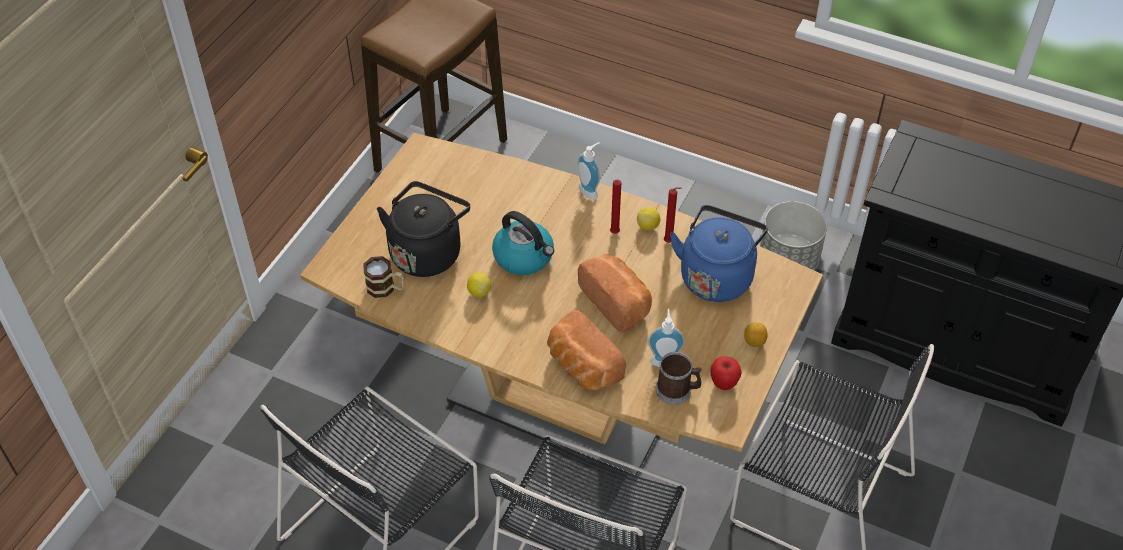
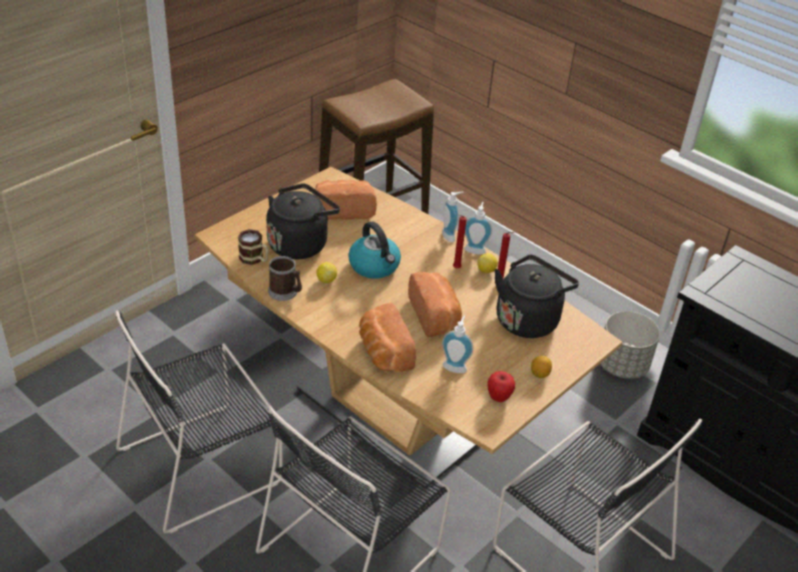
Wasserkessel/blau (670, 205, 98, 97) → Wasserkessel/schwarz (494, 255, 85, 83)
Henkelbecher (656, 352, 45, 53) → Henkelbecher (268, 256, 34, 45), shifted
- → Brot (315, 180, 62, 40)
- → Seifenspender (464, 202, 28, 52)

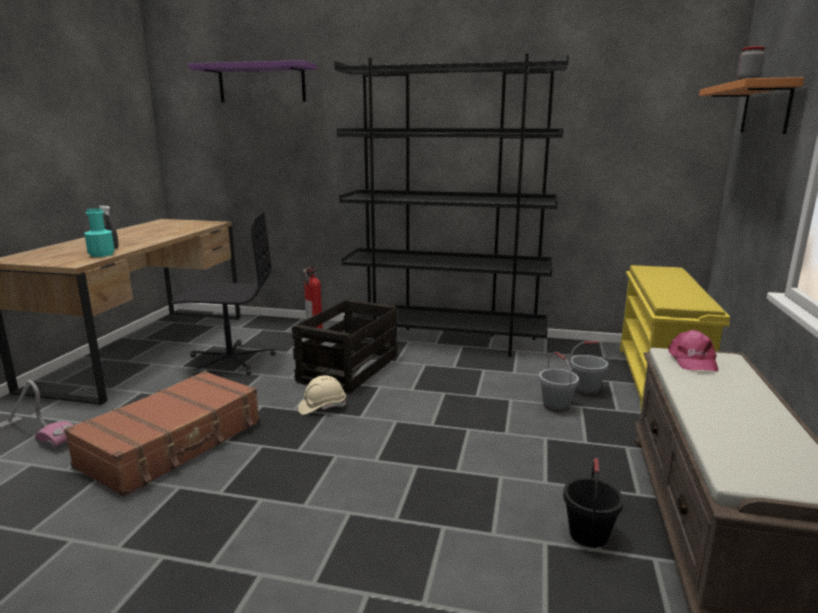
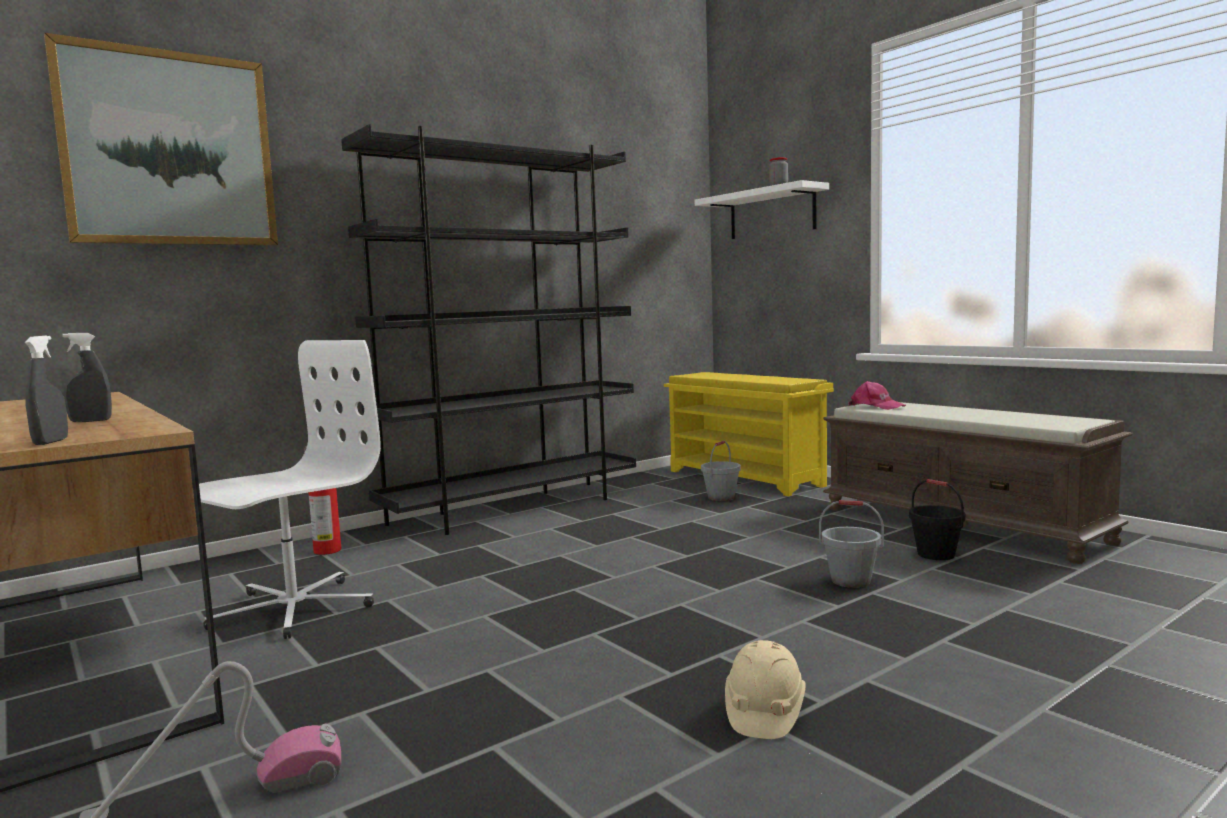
Wandregal/lila (188, 60, 129, 42) → Bild (44, 33, 234, 213)
Wandregal/orange (699, 77, 105, 57) → Wandregal/weiß (695, 180, 134, 59)
Flasche/türkis (84, 208, 31, 49) → -
Bürostuhl/schwarz (171, 211, 104, 165) → Bürostuhl/weiß (199, 340, 182, 299)
Kiste (292, 299, 105, 95) → -
Eimer/grau (539, 352, 40, 60) → Eimer/grau (819, 500, 65, 88), shifted
Koffer/braun (64, 371, 196, 126) → -
Schutzhelm/beige (298, 375, 48, 40) → Schutzhelm/beige (725, 640, 81, 99), shifted
- → Sprühflasche/grau (25, 335, 43, 110)

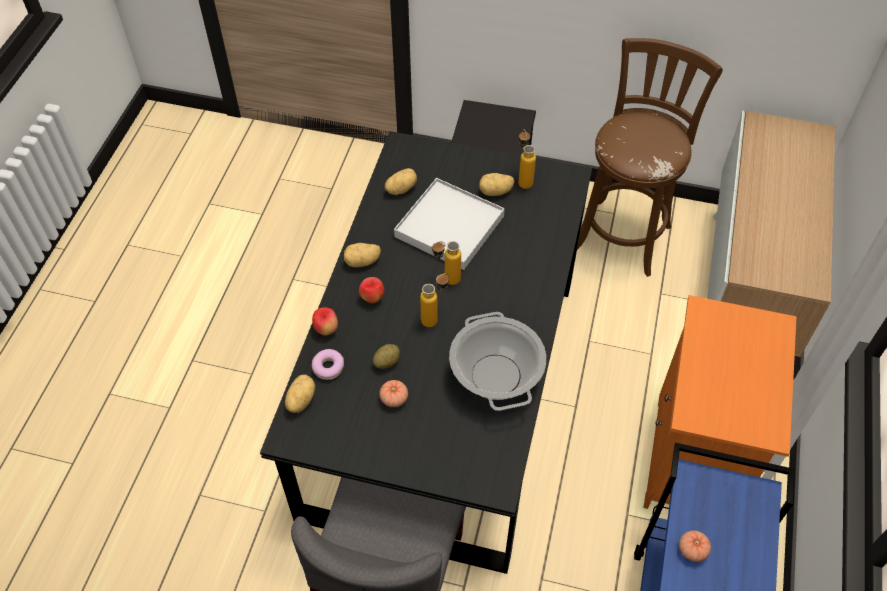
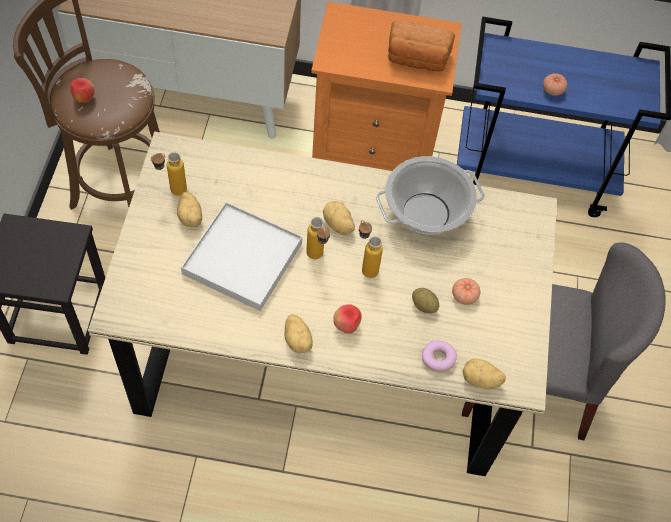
Esstisch/schwarz (260, 131, 332, 443) → Esstisch/beige (88, 132, 469, 344)
Kartoffel (385, 168, 32, 27) → Kartoffel (323, 201, 32, 34), shifted
Apfel (312, 307, 26, 28) → Apfel (70, 78, 25, 25), shifted
- → Brot (388, 20, 67, 52)

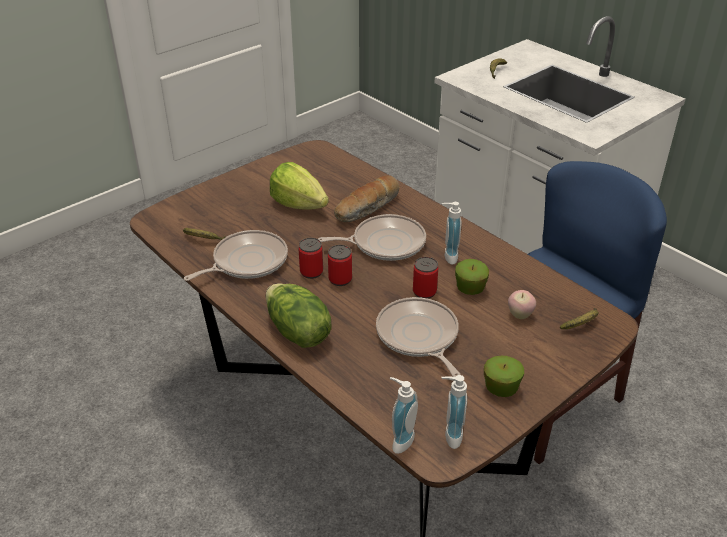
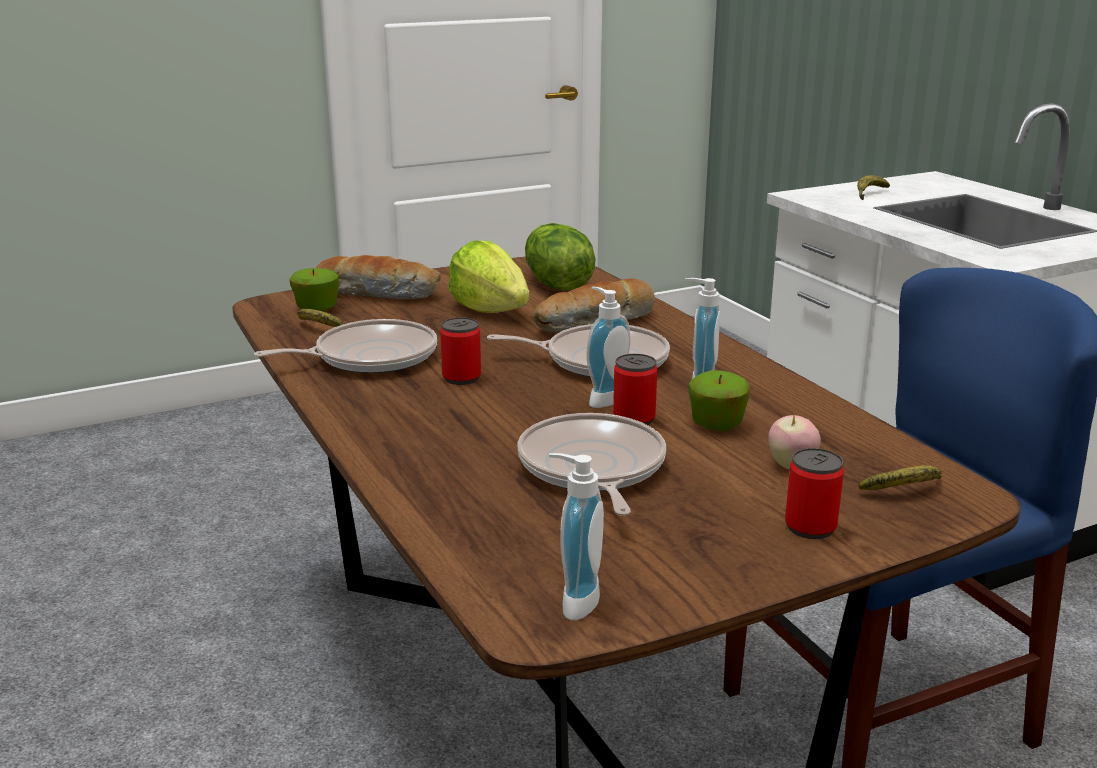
Dose (328, 245, 24, 41) → Dose (785, 448, 59, 91), shifted
Salatkopf (266, 283, 65, 65) → Salatkopf (525, 223, 70, 67), shifted
Apfel (484, 356, 40, 41) → Apfel (289, 268, 50, 44), shifted
Seifenspender (390, 377, 28, 77) → Seifenspender (587, 287, 44, 121), shifted
- → Brot (316, 255, 125, 44)

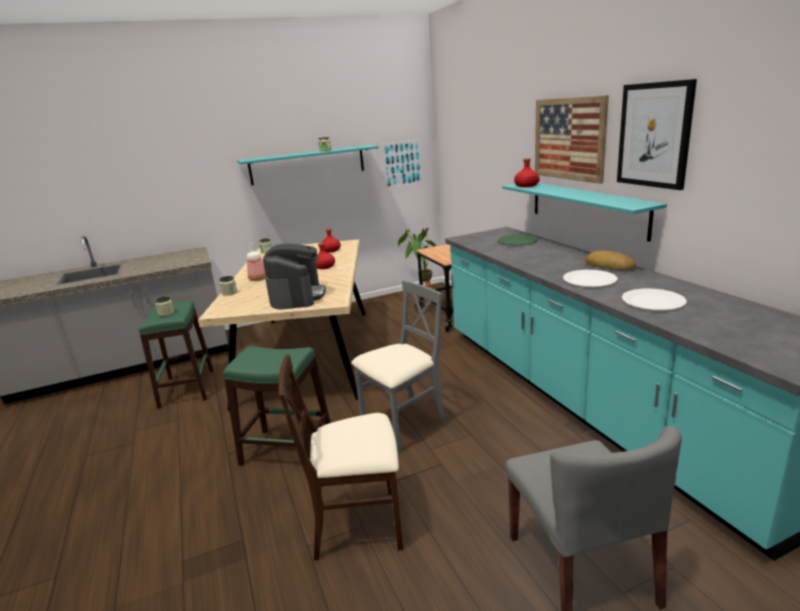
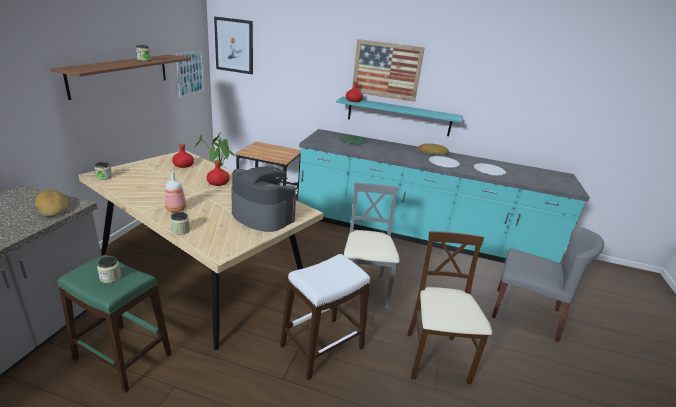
Bild (617, 79, 80, 111) → Bild (214, 17, 39, 57), shifted
Wandregal/türkis (237, 145, 142, 40) → Wandregal/braun (51, 54, 140, 46)
Hocker/grün (223, 346, 108, 120) → Hocker/weiß (280, 254, 90, 126)
Stuhl/beige (278, 354, 125, 207) → Stuhl/beige (408, 231, 84, 154), 150 degrees clockwise
- → Brot (35, 190, 33, 26)

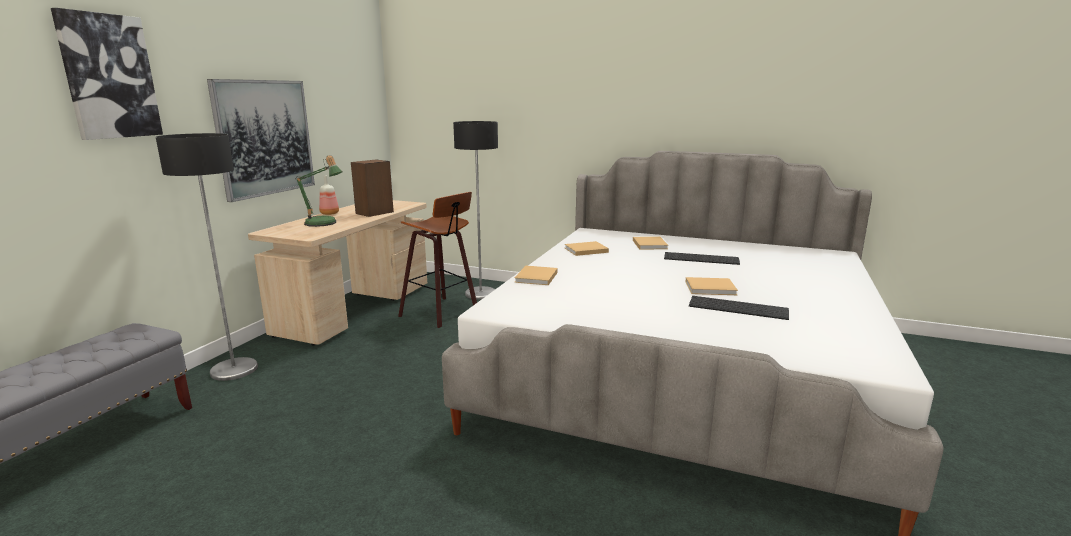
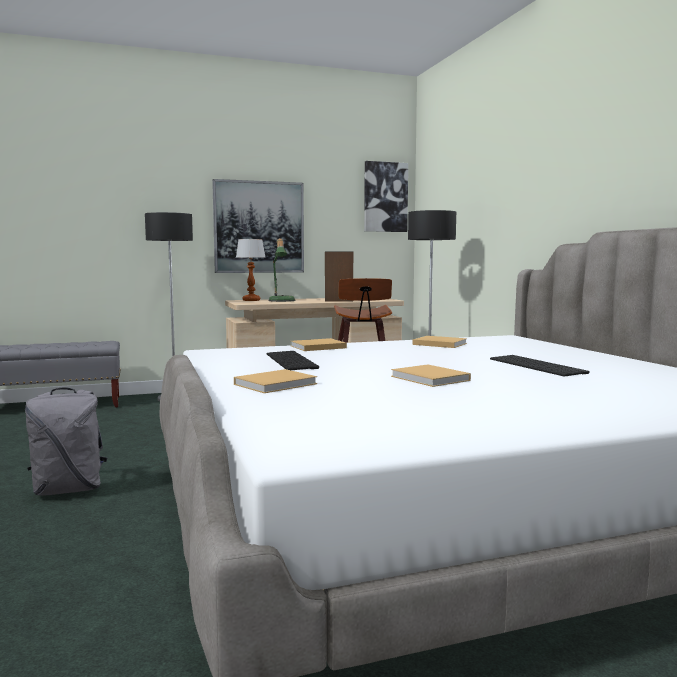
Bild (51, 8, 112, 132) → Bild (364, 161, 44, 71), shifted
Flasche (319, 176, 20, 39) → -
Buch/beige (633, 236, 35, 13) → Buch/beige (234, 369, 83, 24), shifted
Tastatur (689, 296, 100, 24) → Tastatur (267, 351, 52, 19), shifted
- → Tischlampe (236, 239, 29, 62)
- → Rucksack/grau (25, 388, 82, 108)

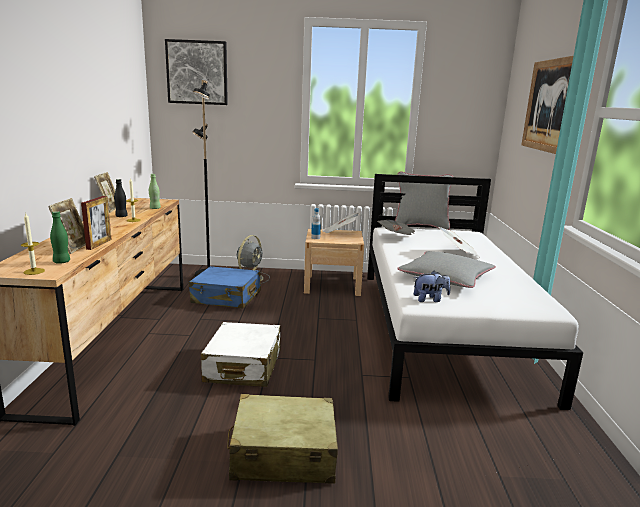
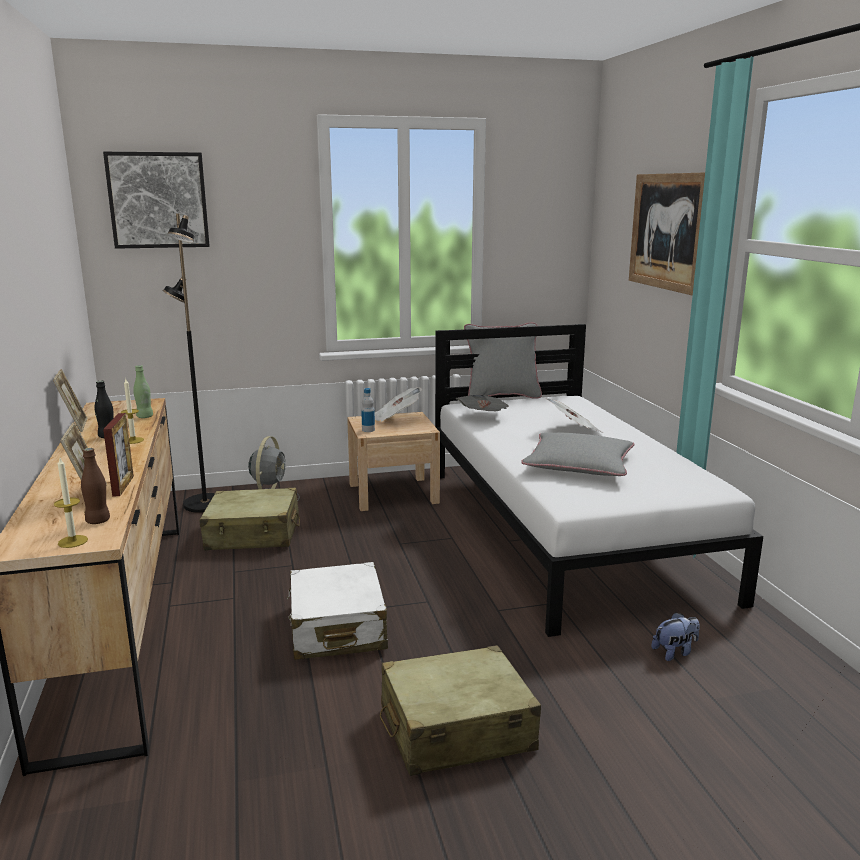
Flasche/grün (50, 211, 20, 53) → Flasche/braun (81, 448, 29, 76)
Koffer/blau (189, 266, 72, 43) → Koffer/beige (199, 488, 101, 62)
Plüschtier (413, 271, 38, 31) → Plüschtier (651, 612, 49, 49), shifted

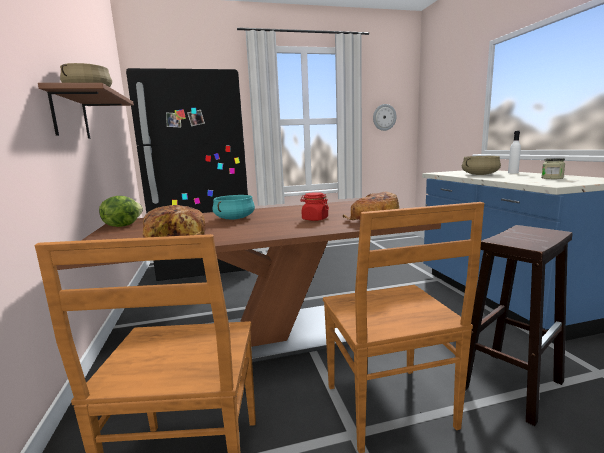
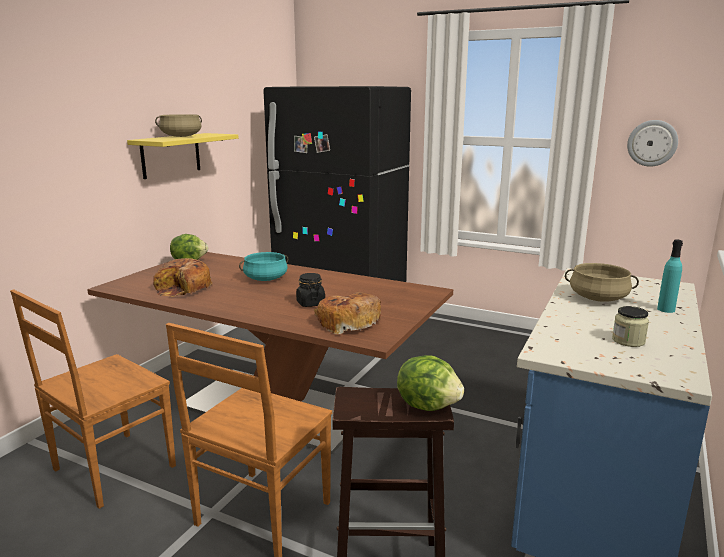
Wandregal/braun (38, 83, 96, 56) → Wandregal/gelb (127, 133, 111, 46)
Flasche/weiß (508, 131, 13, 42) → Flasche/türkis (657, 240, 26, 73)
Vorratsglas/rot (300, 192, 29, 29) → Vorratsglas/schwarz (296, 273, 29, 34)
- → Salatkopf (397, 355, 67, 56)

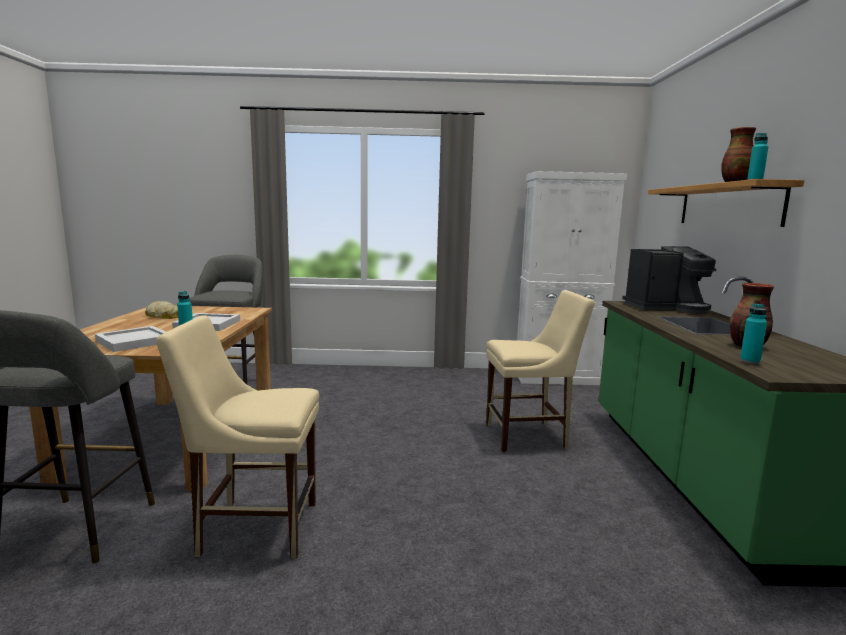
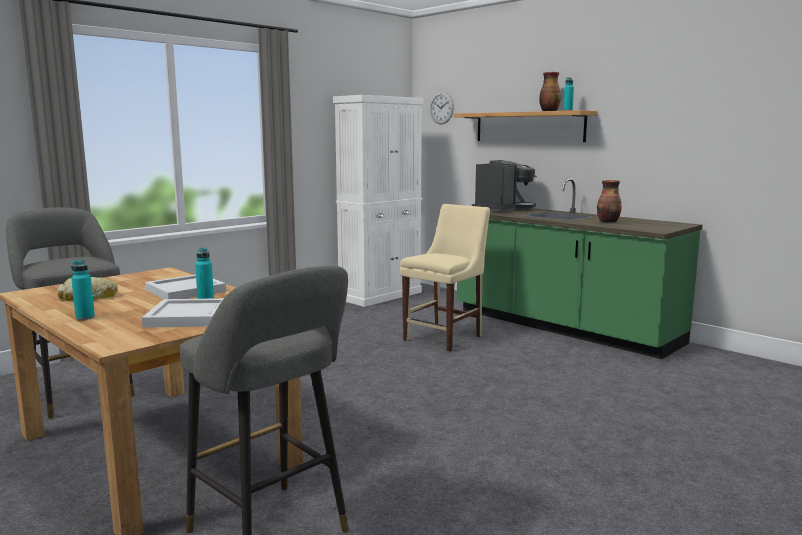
Flasche/türkis (740, 304, 27, 60) → Flasche/türkis (71, 260, 24, 60), shifted
Stuhl/beige (156, 315, 163, 244) → -
- → Wanduhr (430, 92, 24, 32)

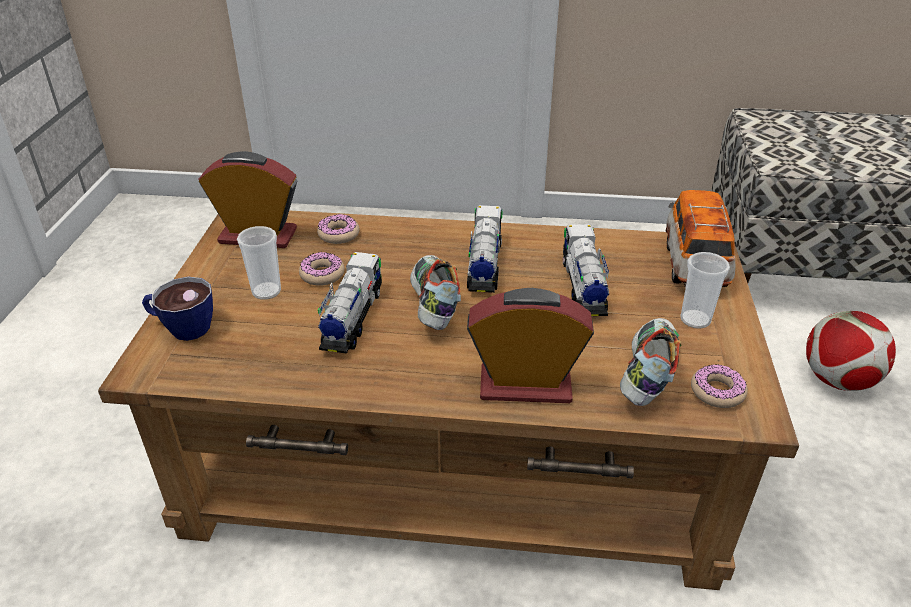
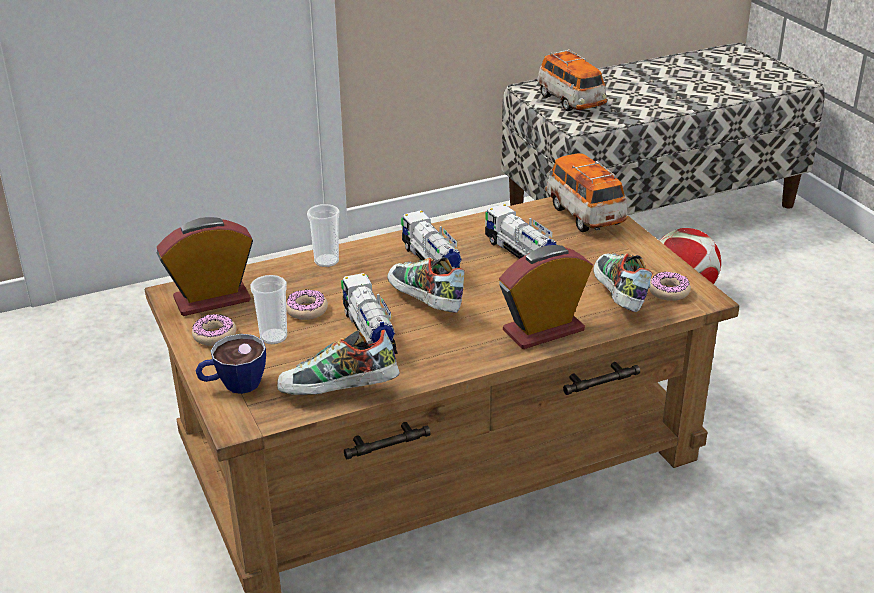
Donut (317, 214, 42, 30) → Donut (192, 314, 44, 32), shifted
Tasse (680, 252, 50, 77) → Tasse (307, 204, 33, 63), shifted
- → Spielzeugauto (537, 49, 70, 62)
- → Schuh (277, 329, 123, 66)

